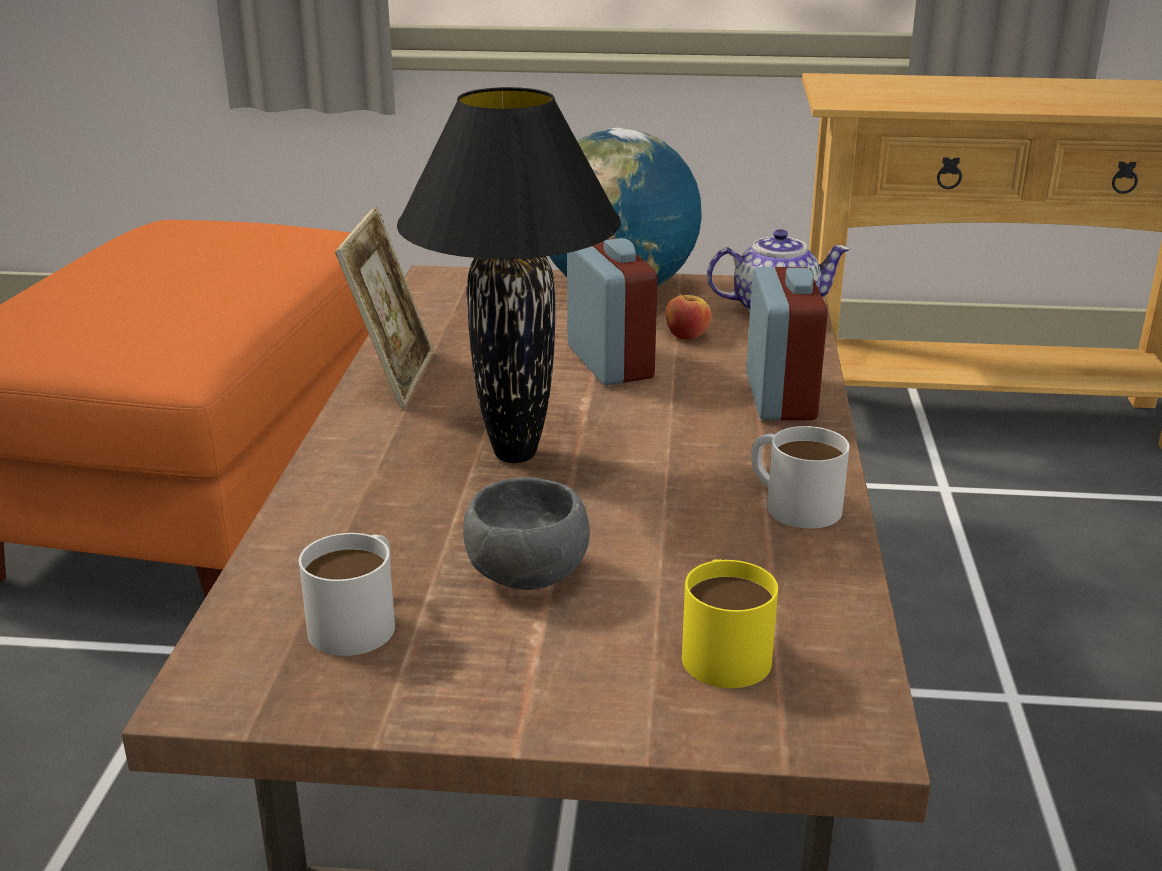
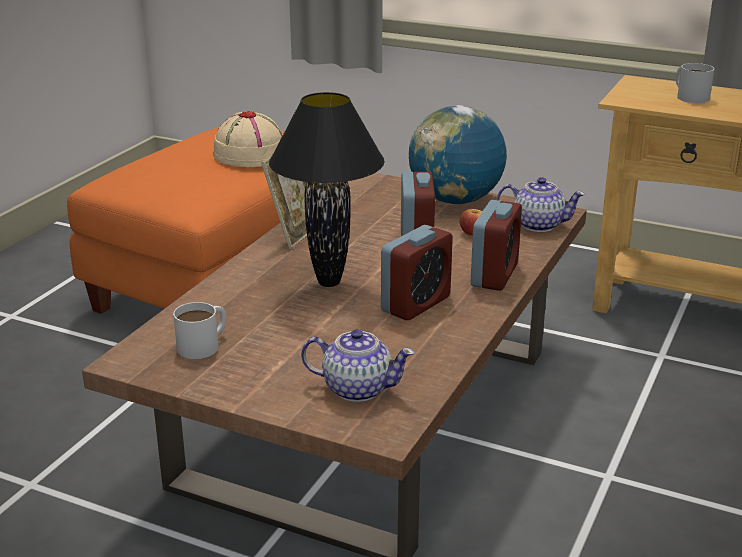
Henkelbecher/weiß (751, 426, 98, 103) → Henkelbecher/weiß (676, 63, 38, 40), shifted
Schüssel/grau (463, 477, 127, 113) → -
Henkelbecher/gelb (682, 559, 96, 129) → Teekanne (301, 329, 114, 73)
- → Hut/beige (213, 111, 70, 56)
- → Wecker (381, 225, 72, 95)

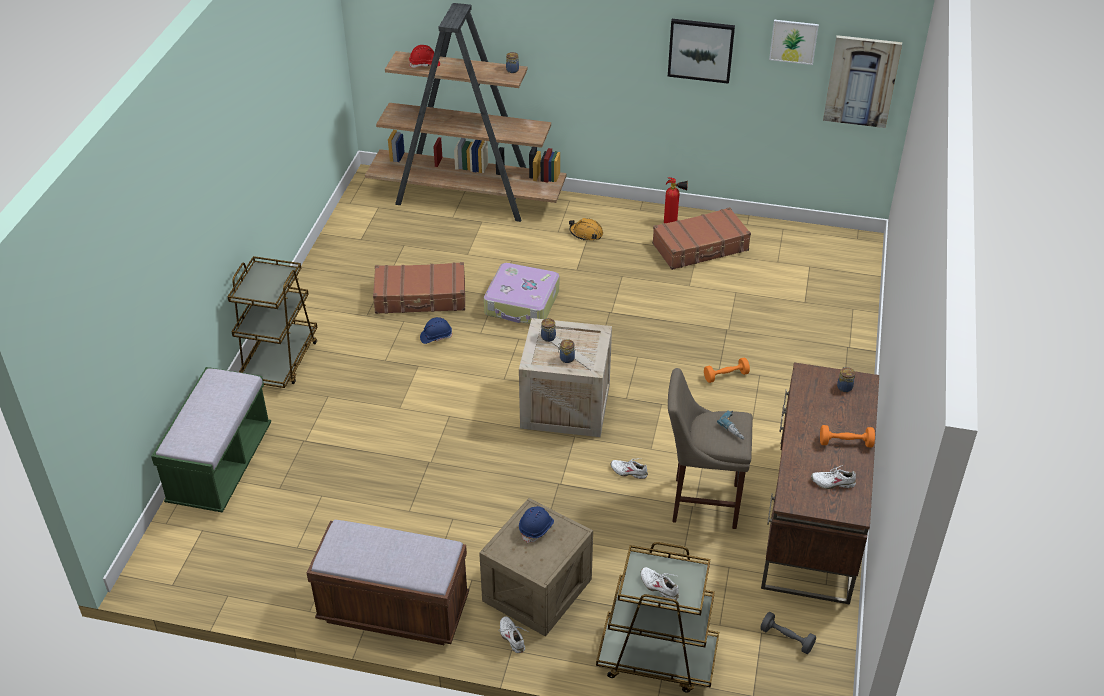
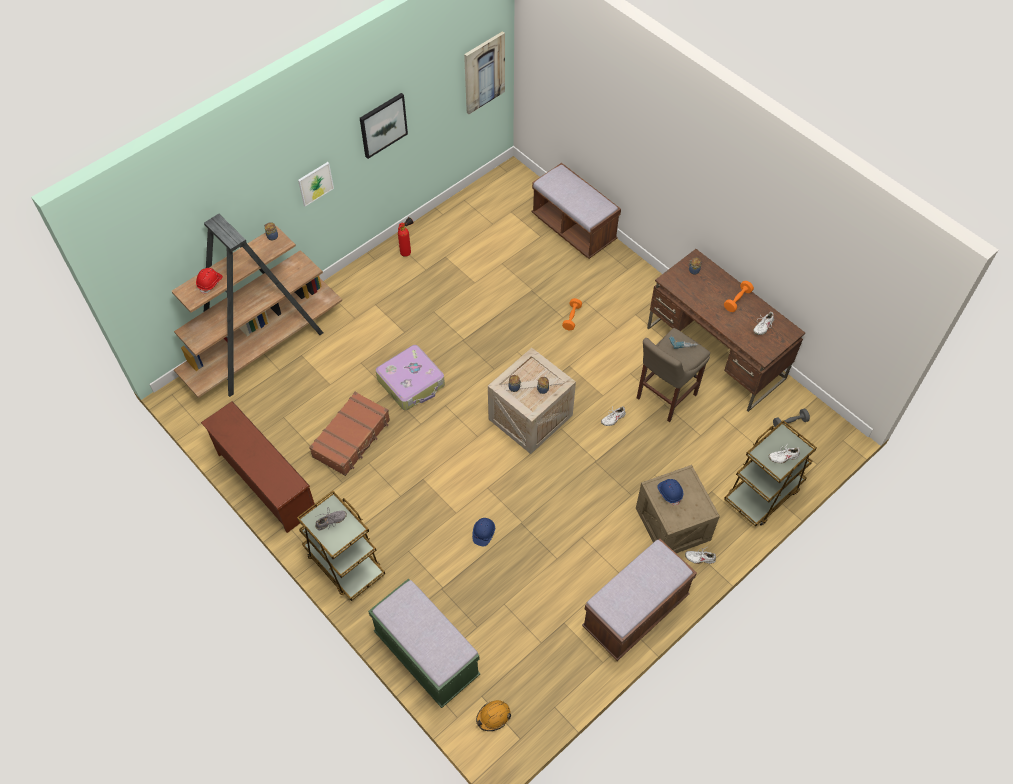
Bild (769, 20, 50, 45) → Bild (298, 162, 36, 45), shifted
Koffer/braun (652, 207, 99, 63) → -
Schutzhelm/orange (569, 218, 34, 23) → Schutzhelm/orange (476, 700, 35, 31), shifted
Schutzhelm/blau (420, 317, 32, 27) → Schutzhelm/blau (472, 518, 23, 28), shifted
- → Bank/braun (532, 163, 89, 96)
- → Schuhregal/braun (201, 401, 114, 132)
- → Schuh/grau (315, 507, 32, 23)

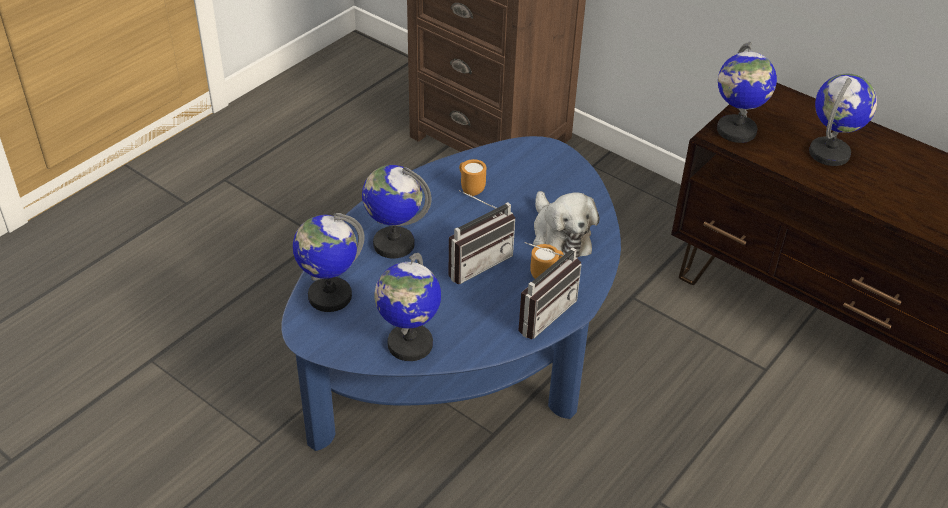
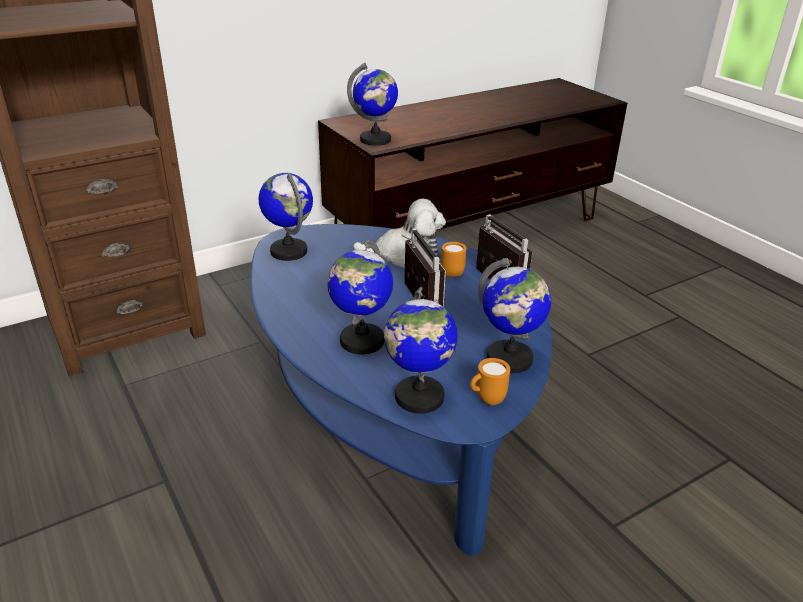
Globus (809, 74, 68, 92) → Globus (259, 173, 54, 88), shifted
Henkelbecher/orange (459, 159, 27, 37) → Henkelbecher/orange (470, 358, 40, 47), shifted

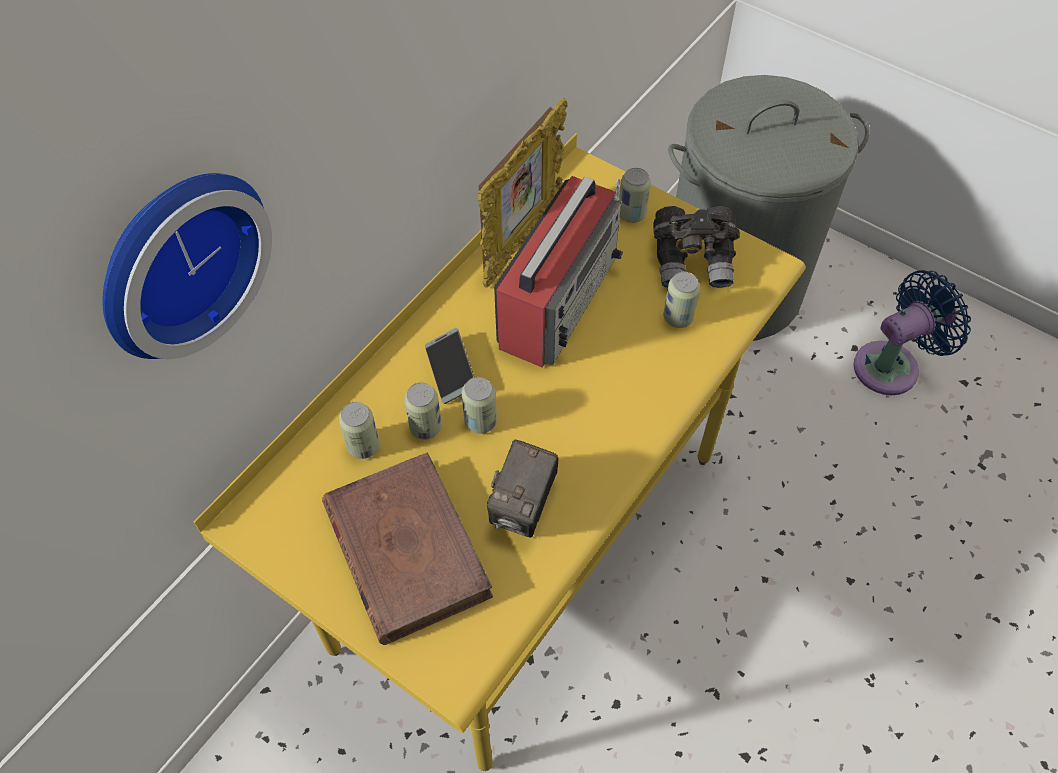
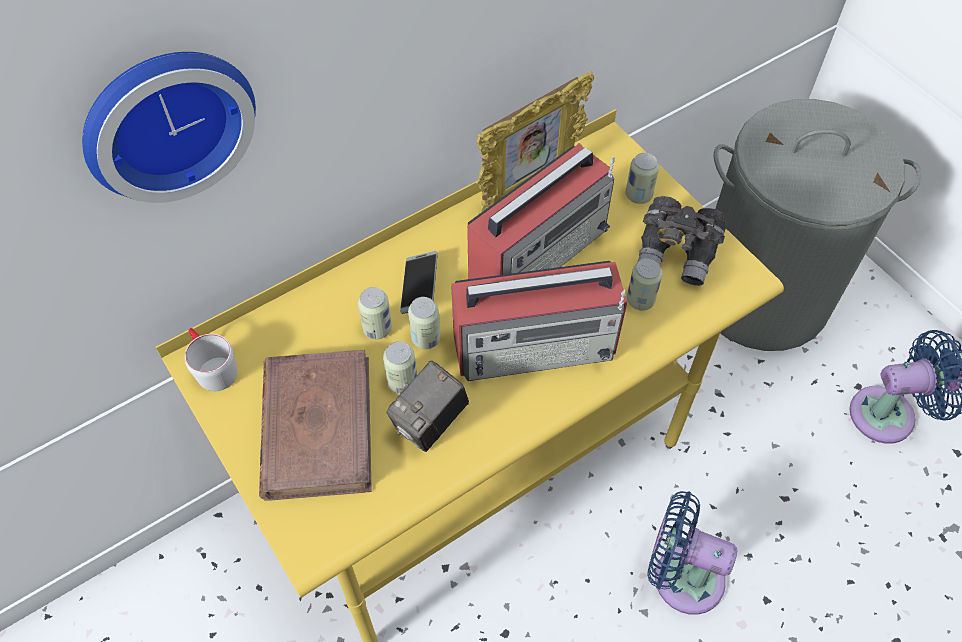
Dose (339, 402, 40, 57) → Dose (383, 341, 34, 53), shifted
- → Radio (451, 261, 176, 120)
- → Henkelbecher/grau (185, 328, 52, 63)
- → Ventilator/blau (647, 491, 91, 124)

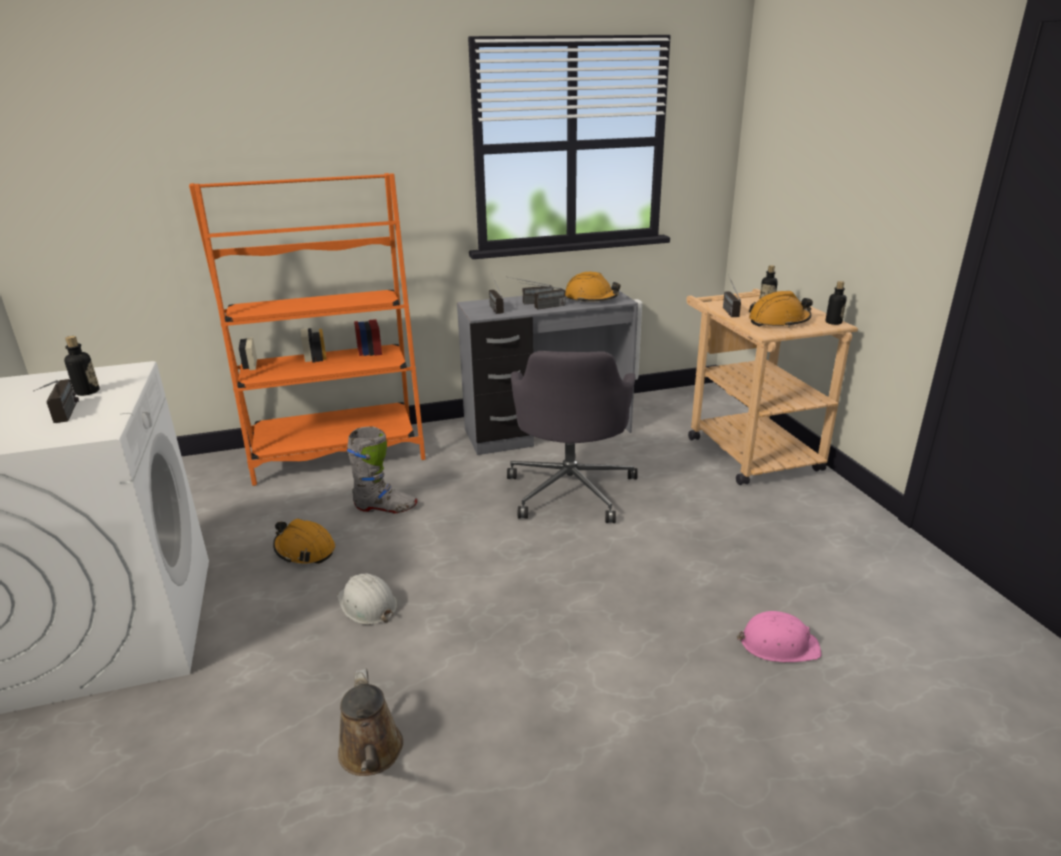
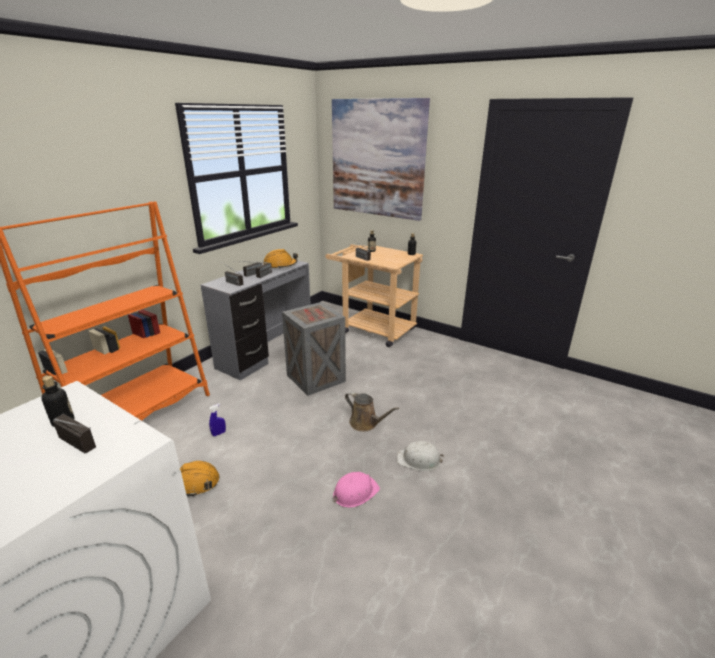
Schutzhelm/orange (749, 291, 64, 37) → -
Bürostuhl/grau (507, 351, 131, 172) → Kiste (282, 302, 64, 94)
Stiefel/grau (347, 426, 70, 87) → Sprühflasche/blau (209, 403, 17, 33)
Schutzhelm/weiß (337, 573, 61, 52) → Schutzhelm/weiß (397, 441, 47, 30), shifted
Schutzhelm/rosa (737, 611, 85, 51) → Schutzhelm/rosa (332, 472, 48, 36), shifted
Gießkanne/braun (338, 669, 65, 107) → Gießkanne/braun (345, 391, 54, 41), shifted
- → Bild (332, 98, 98, 123)

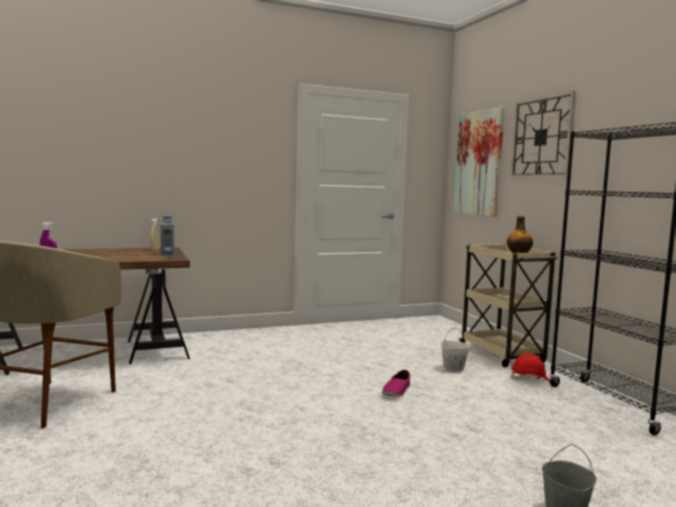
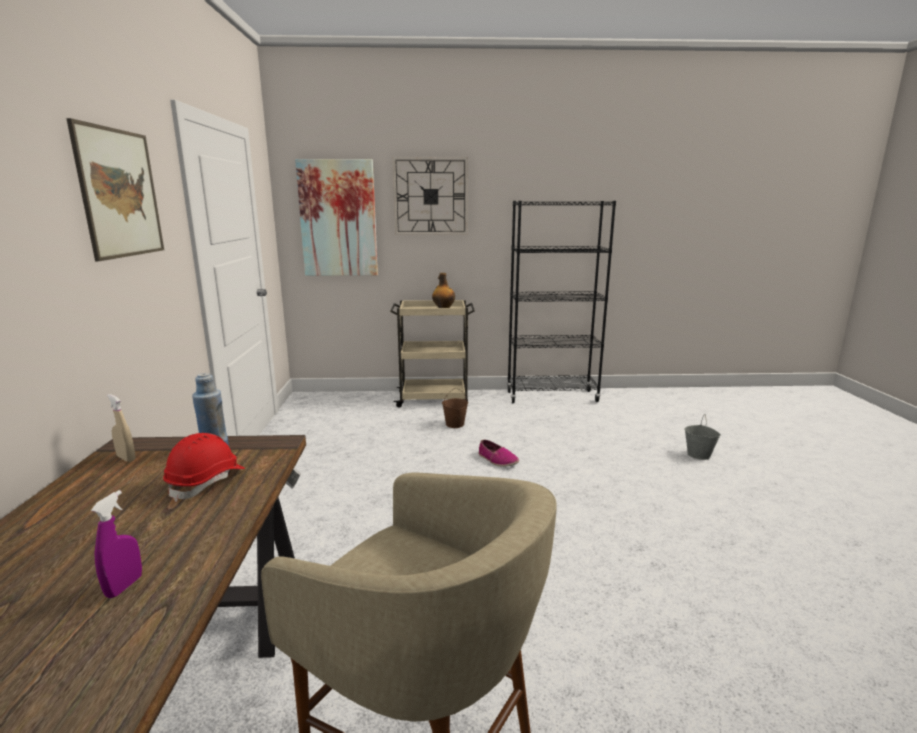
Eimer/weiß (441, 328, 30, 44) → Eimer/braun (442, 388, 26, 40)
Schutzhelm/rot (511, 353, 39, 29) → Schutzhelm/rot (163, 433, 82, 69), shifted
- → Bild (66, 118, 98, 143)

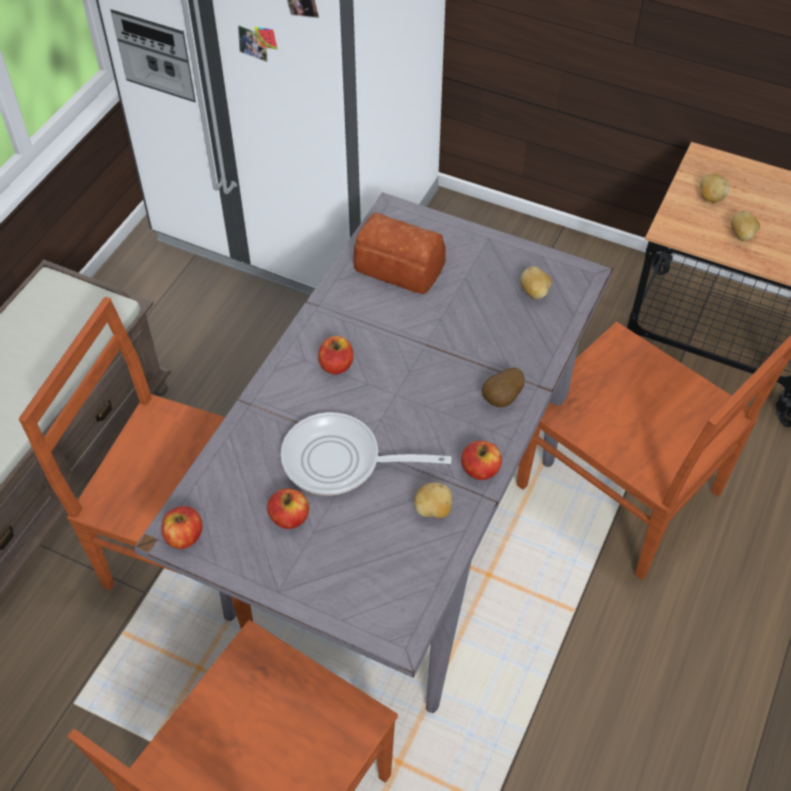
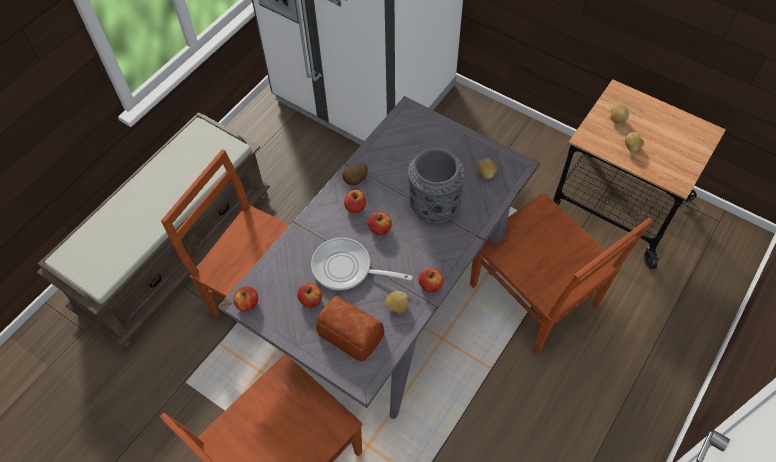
Brot (353, 213, 92, 81) → Brot (316, 296, 68, 65), shifted
Kartoffel (482, 368, 42, 39) → Kartoffel (342, 163, 26, 23), shifted
- → Vase/grau (408, 148, 57, 76)
- → Apfel (368, 212, 24, 23)

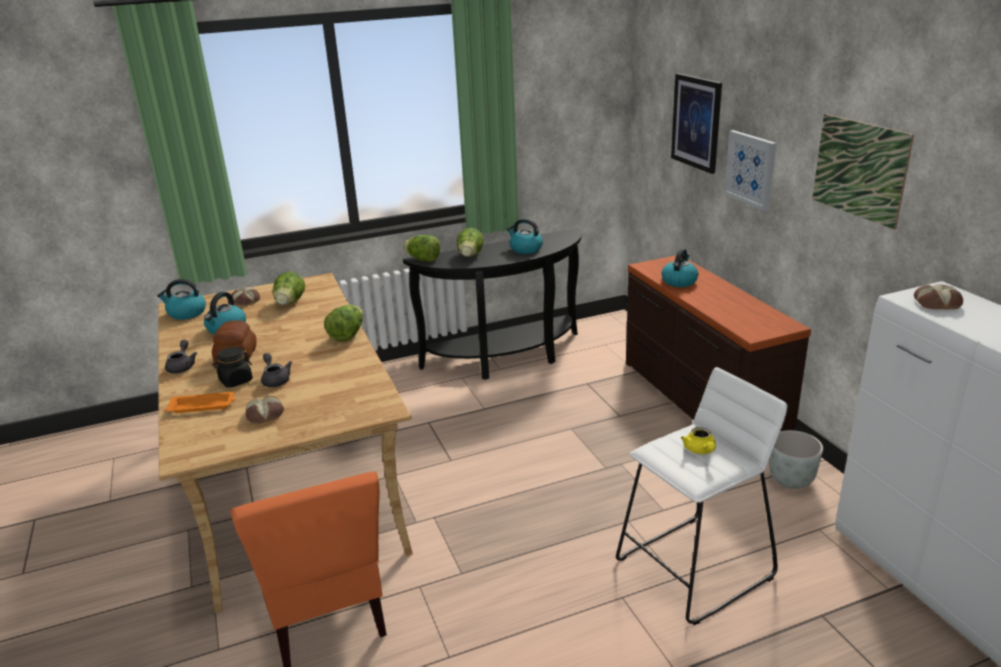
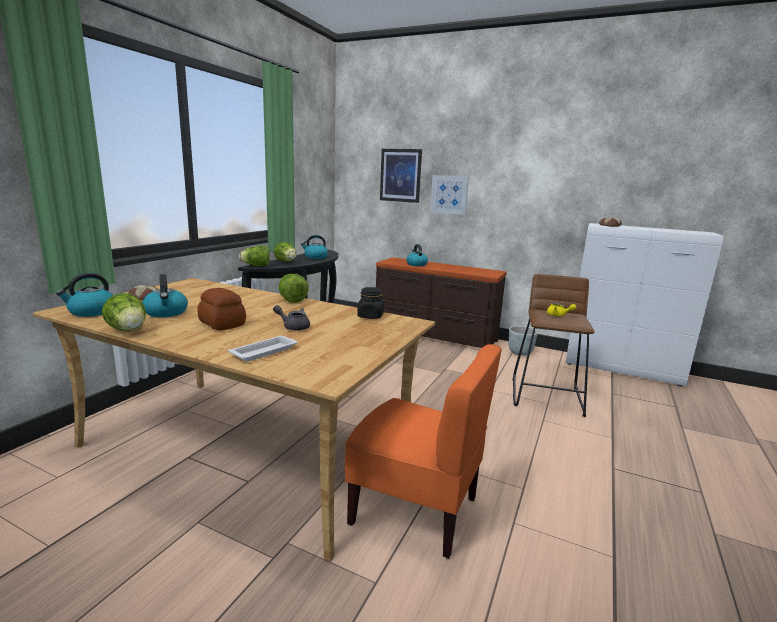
Bild (812, 114, 102, 115) → -
Salatkopf (273, 272, 32, 33) → Salatkopf (102, 293, 44, 38), shifted
Teekanne/grau (165, 340, 32, 34) → -
Vorratsglas/schwarz (212, 347, 41, 41) → Vorratsglas/schwarz (357, 287, 27, 32), shifted
Hocker/weiß (616, 367, 172, 258) → Hocker/braun (512, 274, 83, 143)
Tablett/orange (166, 392, 70, 21) → Tablett/weiß (228, 336, 69, 25)
Brot (246, 396, 38, 28) → -

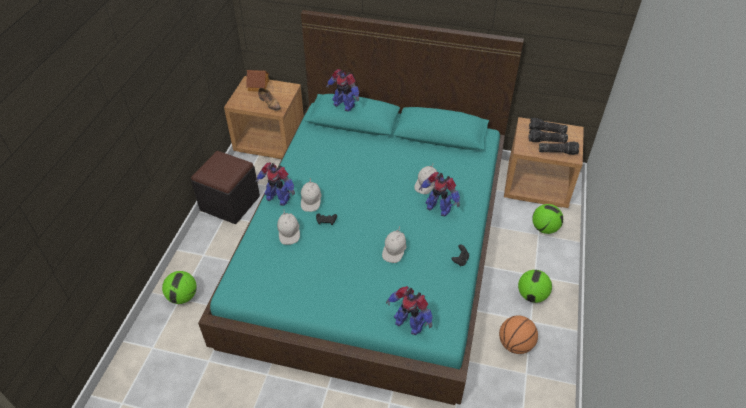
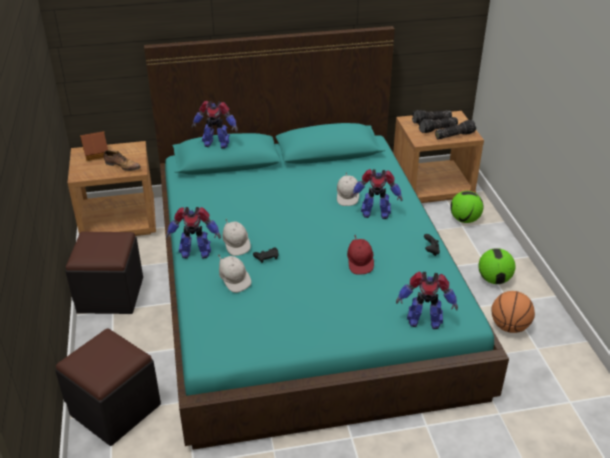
Kappe/weiß (382, 226, 24, 37) → Kappe/rot (347, 235, 27, 40)
Fußball (162, 271, 35, 33) → Polsterhocker/schwarz (56, 328, 105, 118)

